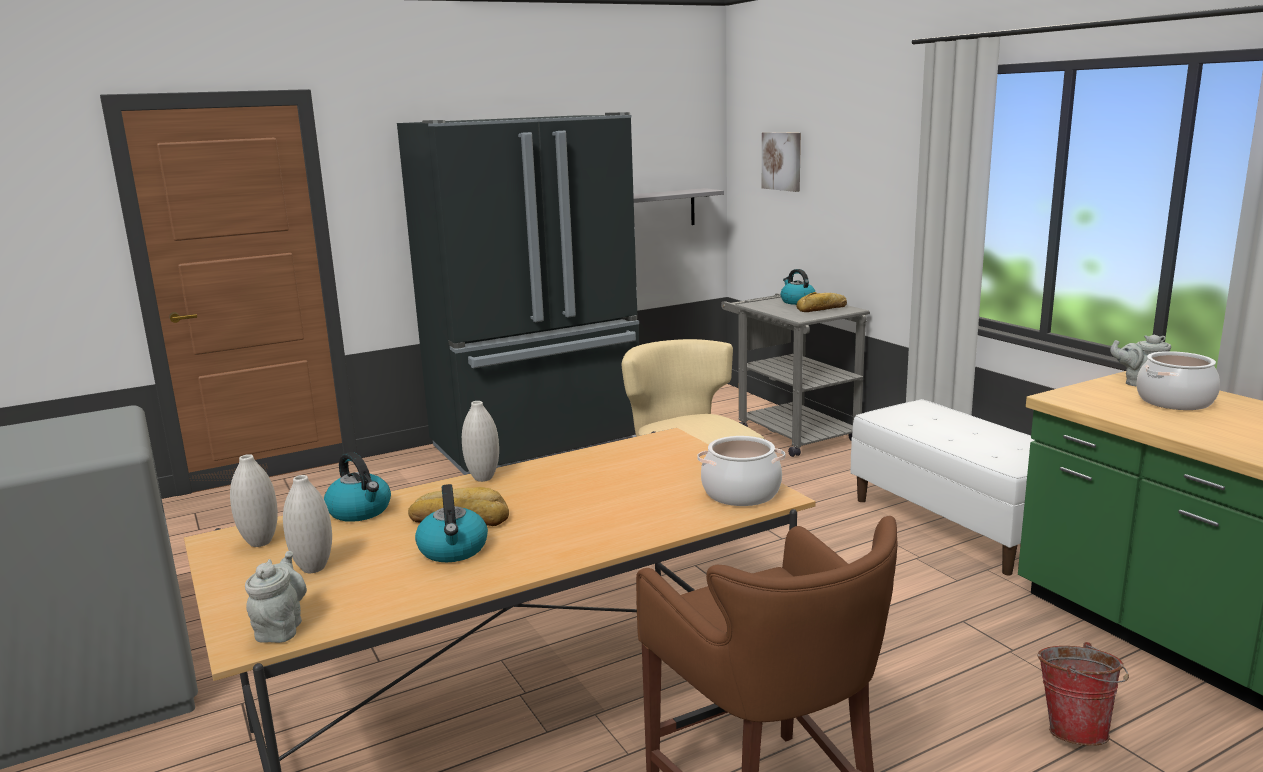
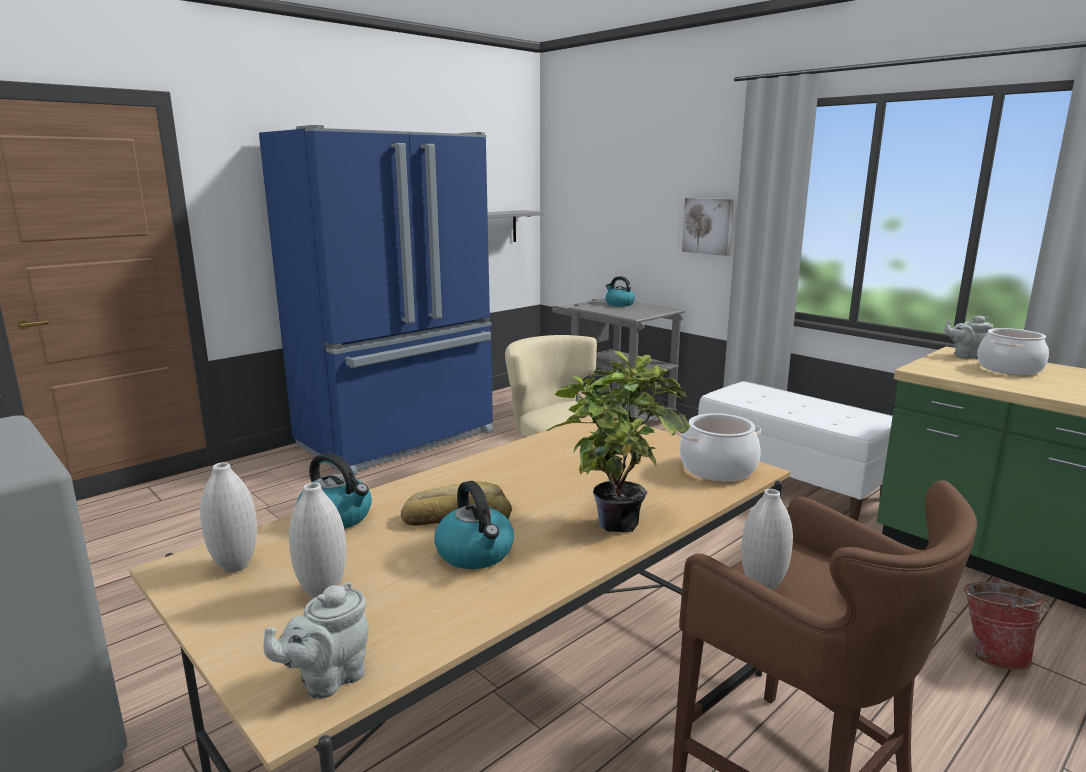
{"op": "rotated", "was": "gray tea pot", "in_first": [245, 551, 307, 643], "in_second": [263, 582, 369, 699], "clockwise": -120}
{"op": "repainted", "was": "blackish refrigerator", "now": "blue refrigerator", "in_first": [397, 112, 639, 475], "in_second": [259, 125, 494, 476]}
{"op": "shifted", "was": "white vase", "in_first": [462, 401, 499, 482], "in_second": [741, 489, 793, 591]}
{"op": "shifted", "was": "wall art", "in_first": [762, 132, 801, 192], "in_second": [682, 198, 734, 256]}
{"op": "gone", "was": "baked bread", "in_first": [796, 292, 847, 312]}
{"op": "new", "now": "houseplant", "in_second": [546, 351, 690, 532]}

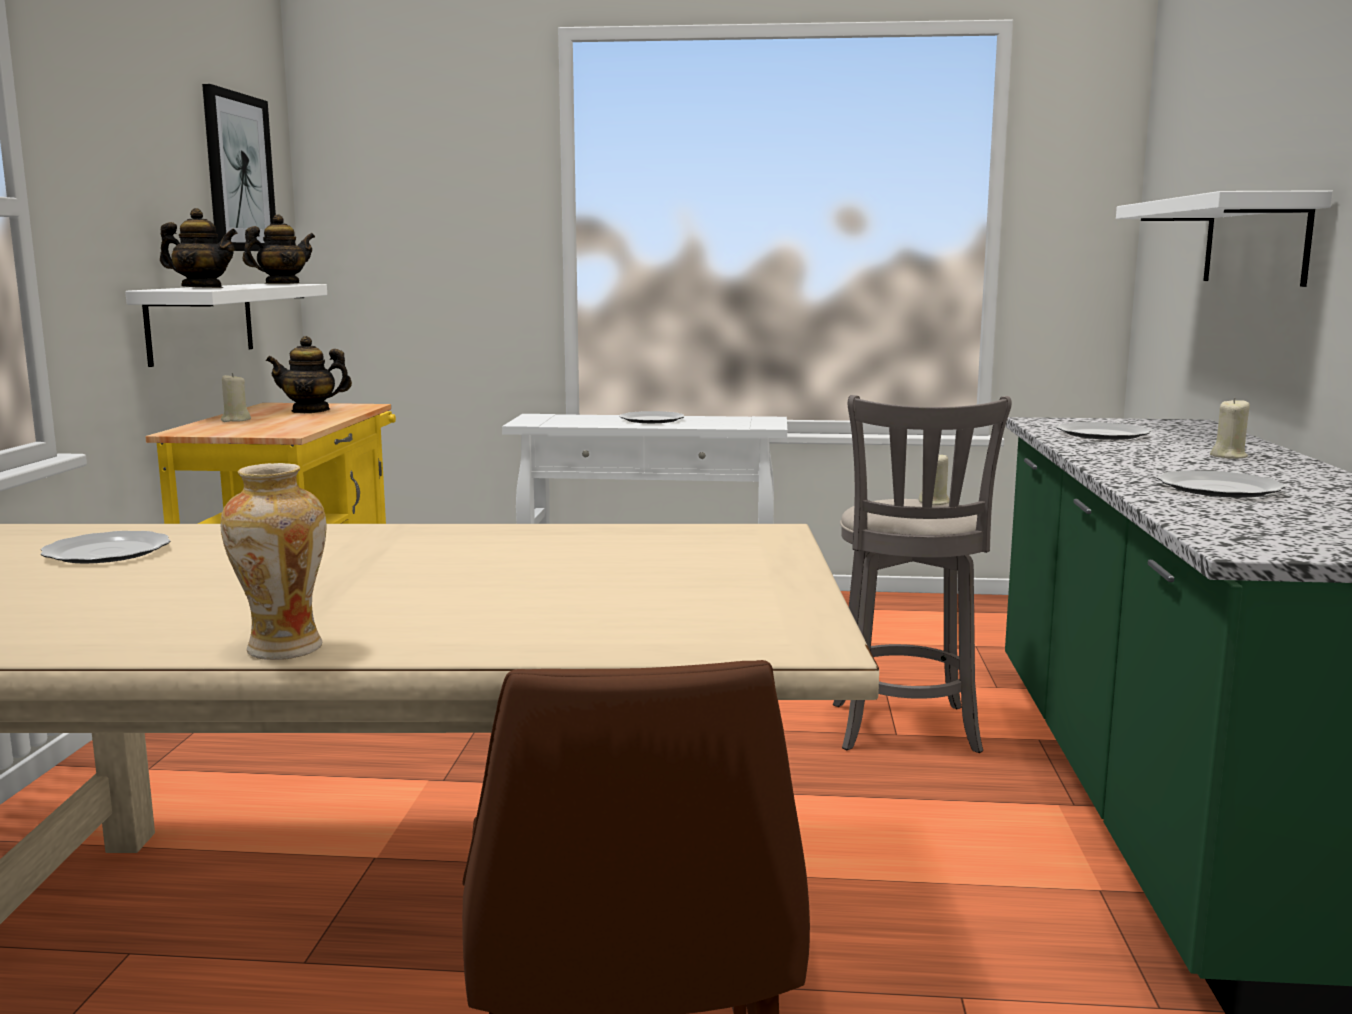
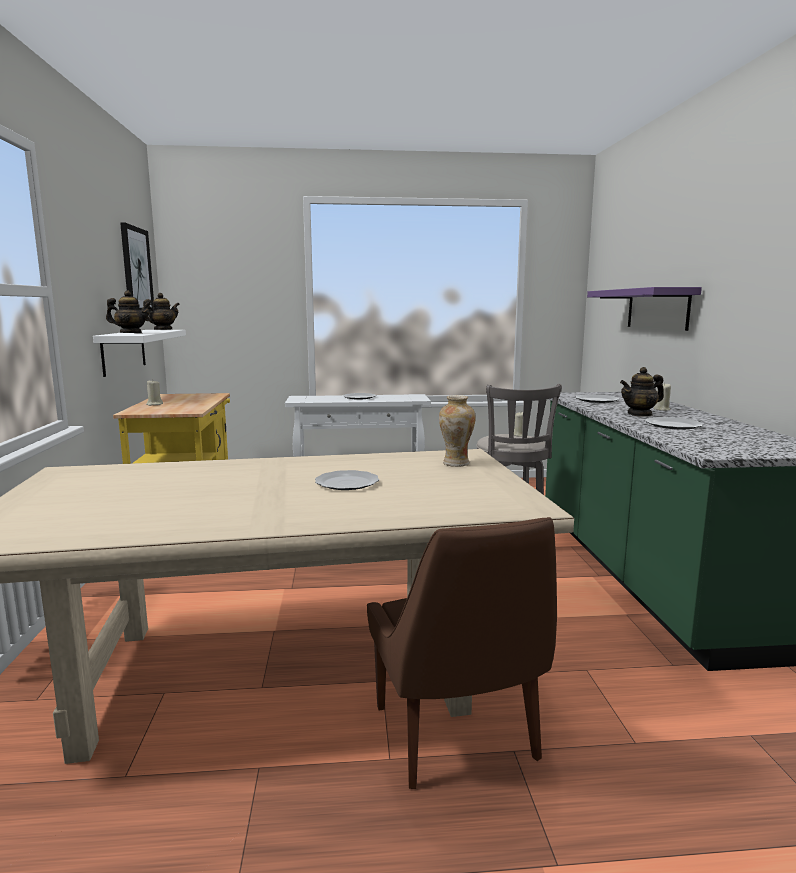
{"op": "shifted", "was": "flat dish", "in_first": [41, 531, 171, 564], "in_second": [315, 470, 379, 490]}
{"op": "shifted", "was": "vase", "in_first": [221, 463, 327, 660], "in_second": [439, 395, 476, 467]}
{"op": "shifted", "was": "tea pot", "in_first": [266, 336, 352, 413], "in_second": [620, 367, 664, 417]}
{"op": "repainted", "was": "white shelf", "now": "purple shelf", "in_first": [1116, 190, 1333, 287], "in_second": [587, 287, 702, 331]}

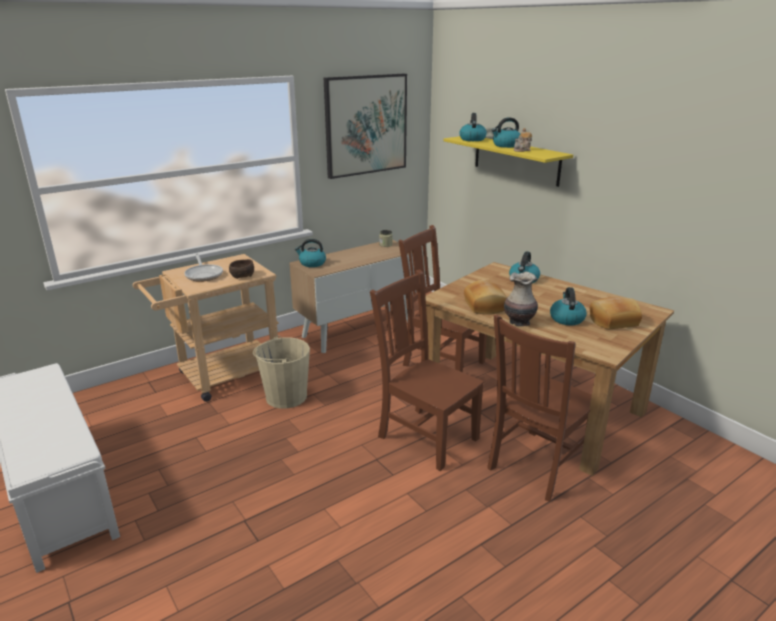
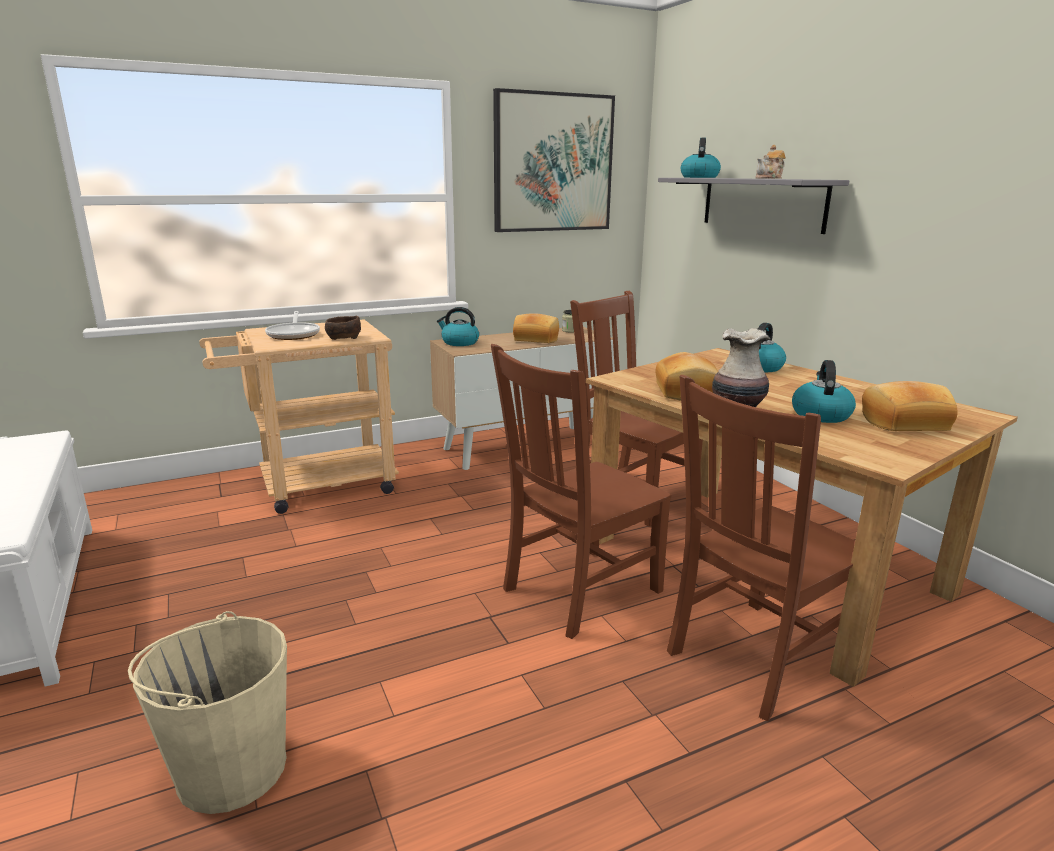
{"op": "shifted", "was": "beige pail", "in_first": [253, 336, 310, 409], "in_second": [128, 611, 287, 814]}
{"op": "rotated", "was": "brown-coloured plain chair", "in_first": [370, 269, 484, 471], "in_second": [491, 344, 671, 639], "clockwise": -90}
{"op": "repainted", "was": "yellow-coloured shelf", "now": "gray shelf", "in_first": [444, 136, 573, 187], "in_second": [658, 178, 849, 234]}
{"op": "gone", "was": "water kettle", "in_first": [492, 117, 520, 148]}
{"op": "new", "now": "baked bread", "in_second": [513, 313, 559, 343]}

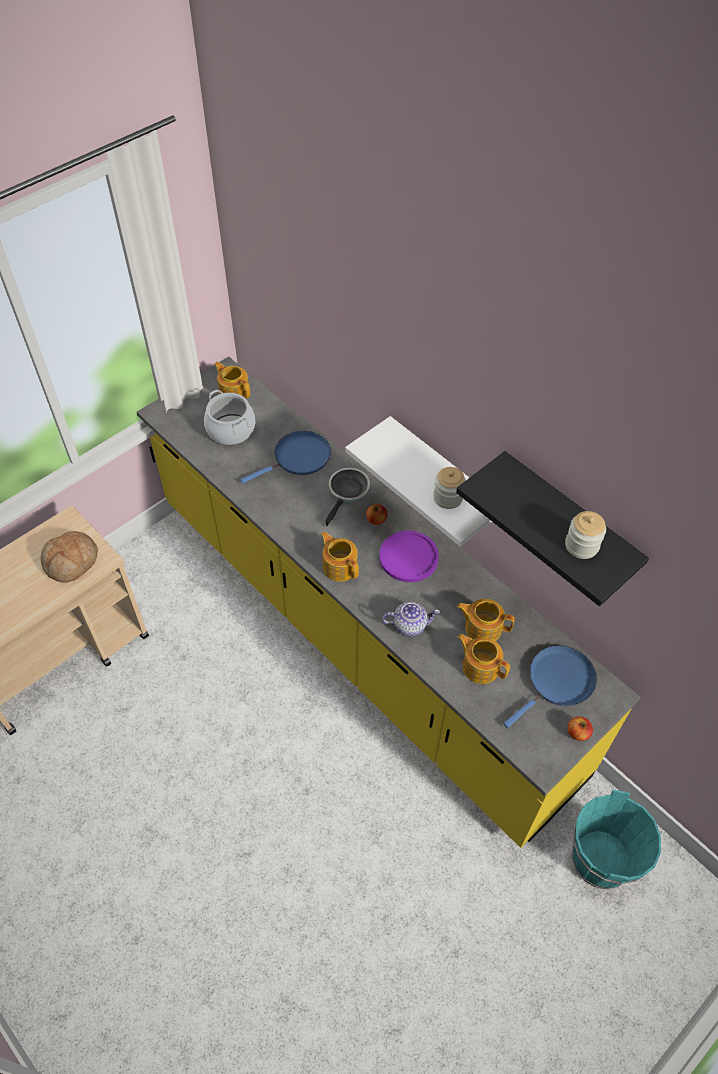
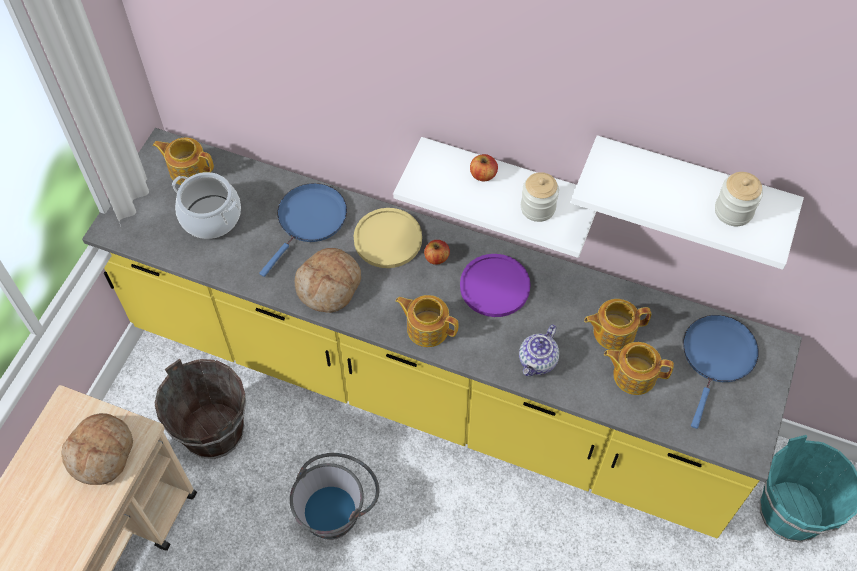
{"op": "swapped", "was": "skillet", "now": "yellow-coloured flat dish", "in_first": [325, 468, 370, 526], "in_second": [354, 208, 422, 268]}
{"op": "rotated", "was": "tea pot", "in_first": [382, 602, 440, 636], "in_second": [519, 324, 559, 376], "clockwise": 150}
{"op": "repainted", "was": "blackish shelf", "now": "white shelf", "in_first": [456, 451, 649, 606], "in_second": [571, 135, 804, 270]}
{"op": "shifted", "was": "whole apple", "in_first": [568, 717, 593, 741], "in_second": [470, 154, 498, 181]}
{"op": "new", "now": "brown-coloured pail", "in_second": [154, 359, 247, 459]}
{"op": "new", "now": "gray pail", "in_second": [290, 453, 379, 540]}
{"op": "new", "now": "baked bread", "in_second": [295, 248, 361, 313]}

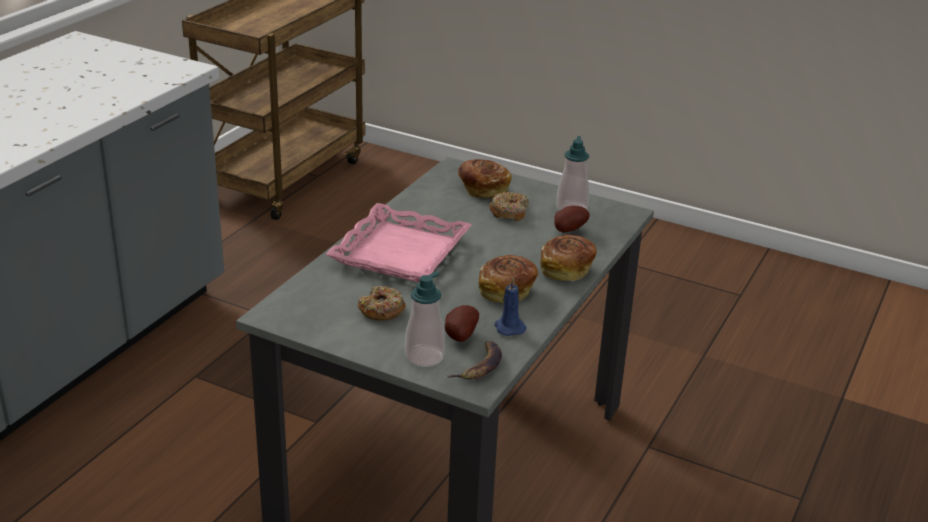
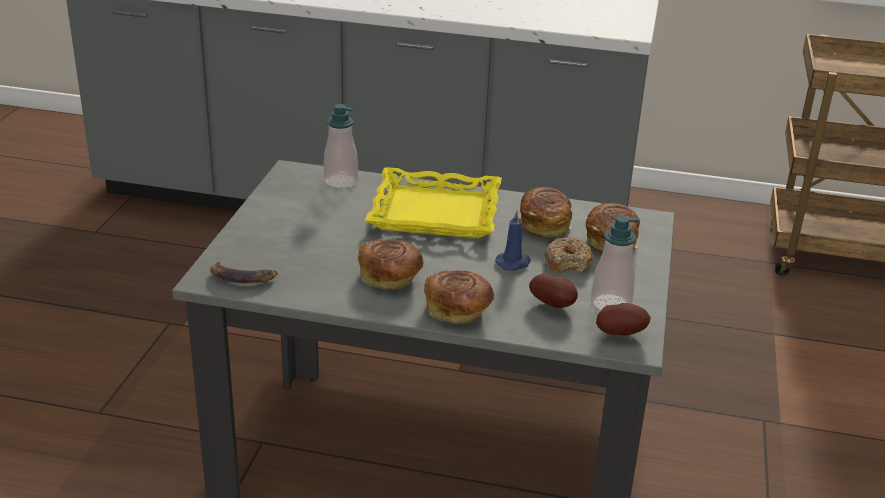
{"op": "repainted", "was": "pink tray", "now": "yellow-coloured tray", "in_first": [326, 203, 472, 282], "in_second": [365, 167, 502, 238]}
{"op": "gone", "was": "donut", "in_first": [358, 286, 406, 321]}
{"op": "shifted", "was": "soap bottle", "in_first": [405, 272, 445, 367], "in_second": [324, 104, 358, 188]}
{"op": "shifted", "was": "whole potato", "in_first": [445, 305, 479, 342], "in_second": [596, 303, 651, 335]}
{"op": "shifted", "was": "blue candle", "in_first": [495, 277, 527, 336], "in_second": [495, 210, 531, 271]}
{"op": "new", "now": "baked bread", "in_second": [520, 187, 572, 238]}

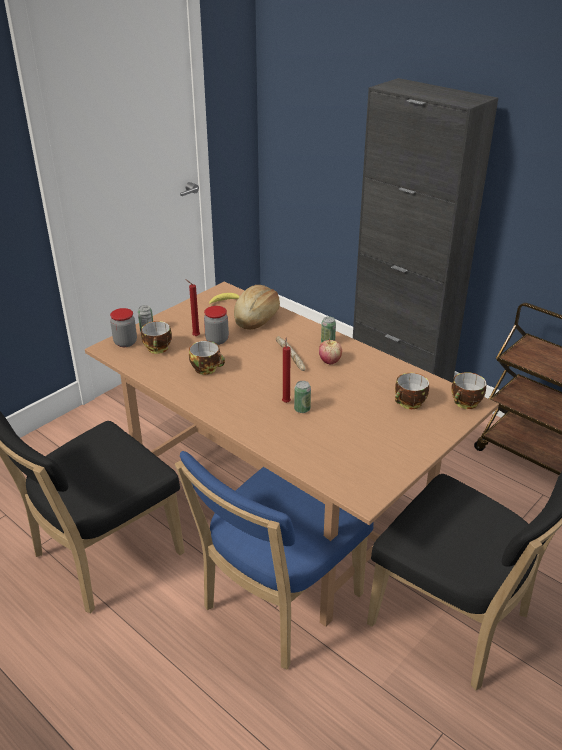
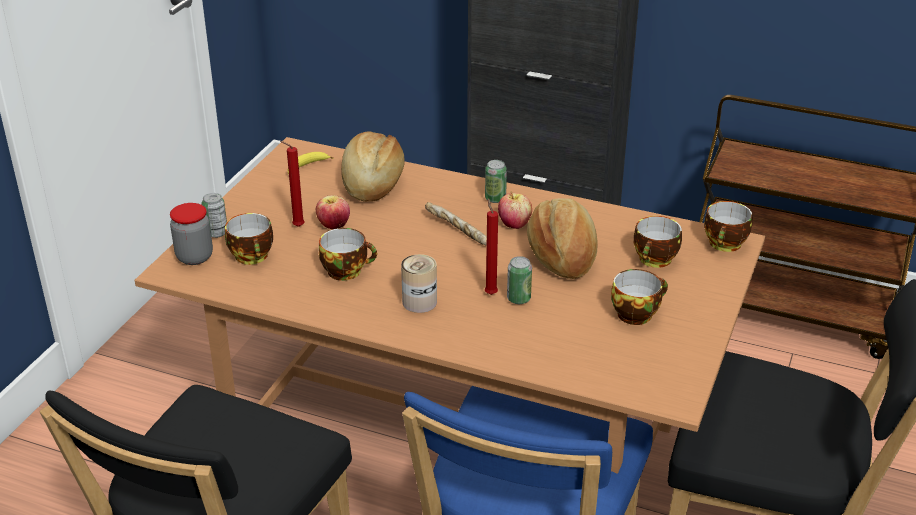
{"op": "swapped", "was": "jar", "now": "whole apple", "in_first": [204, 306, 229, 345], "in_second": [316, 195, 350, 229]}
{"op": "new", "now": "sealed can", "in_second": [401, 254, 437, 313]}
{"op": "new", "now": "baked bread", "in_second": [527, 198, 597, 279]}
{"op": "new", "now": "cup", "in_second": [611, 269, 668, 325]}

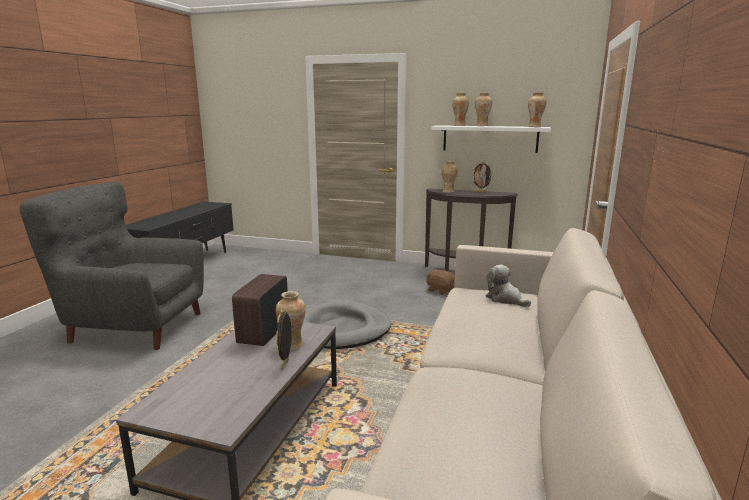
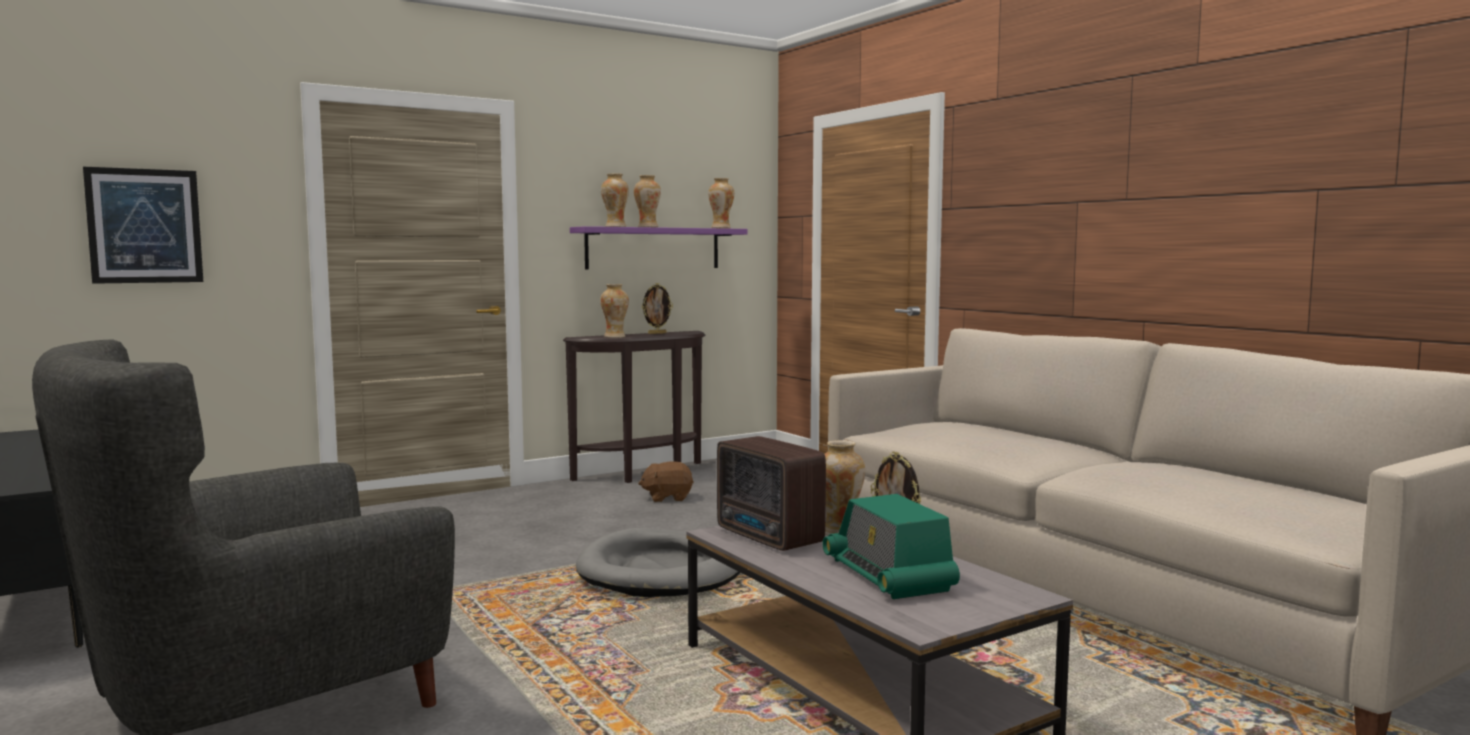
{"op": "repainted", "was": "white shelf", "now": "purple shelf", "in_first": [431, 125, 551, 153], "in_second": [570, 226, 748, 270]}
{"op": "gone", "was": "soft toy", "in_first": [485, 265, 531, 307]}
{"op": "new", "now": "wall art", "in_second": [83, 167, 203, 284]}
{"op": "new", "now": "radio", "in_second": [822, 494, 960, 599]}

